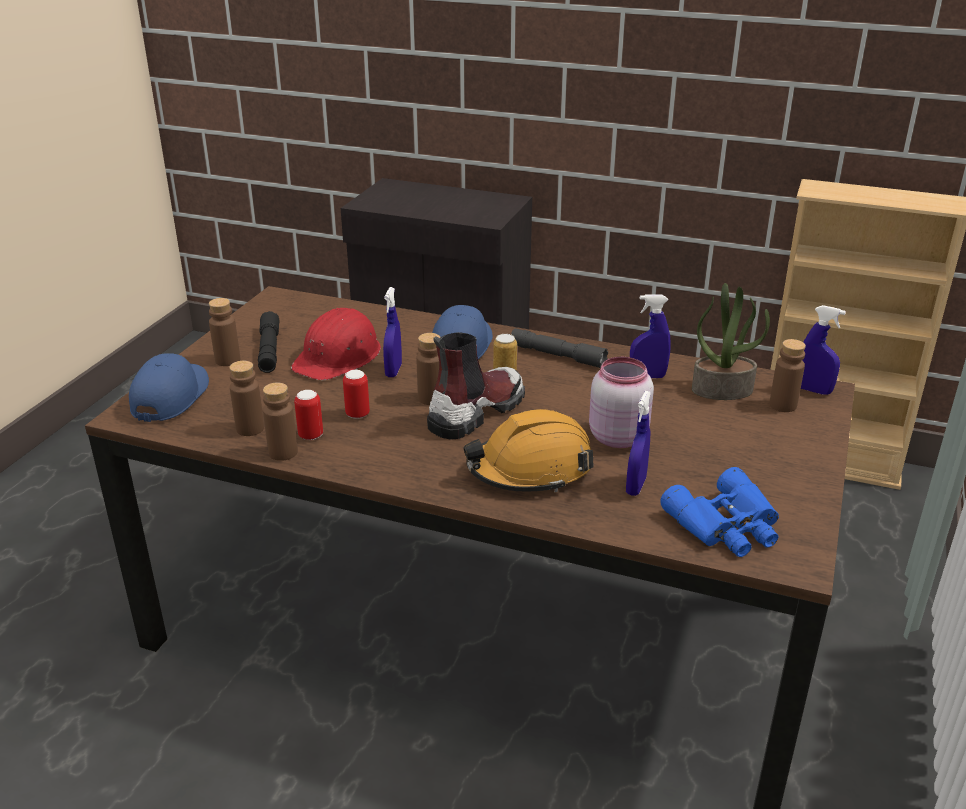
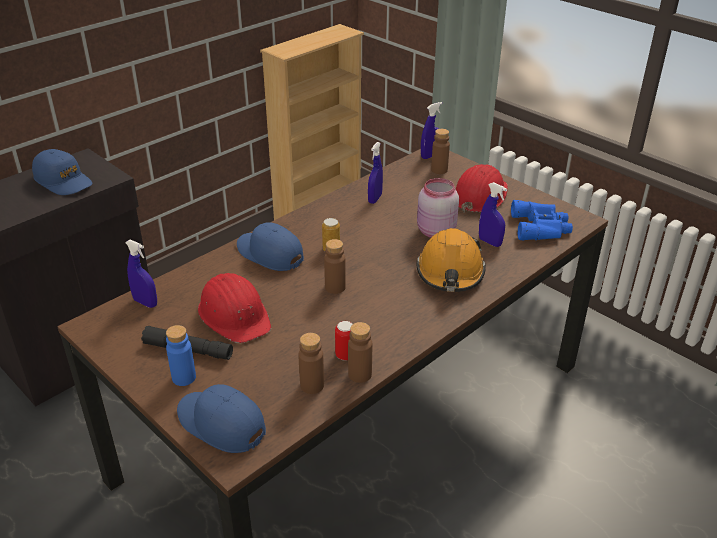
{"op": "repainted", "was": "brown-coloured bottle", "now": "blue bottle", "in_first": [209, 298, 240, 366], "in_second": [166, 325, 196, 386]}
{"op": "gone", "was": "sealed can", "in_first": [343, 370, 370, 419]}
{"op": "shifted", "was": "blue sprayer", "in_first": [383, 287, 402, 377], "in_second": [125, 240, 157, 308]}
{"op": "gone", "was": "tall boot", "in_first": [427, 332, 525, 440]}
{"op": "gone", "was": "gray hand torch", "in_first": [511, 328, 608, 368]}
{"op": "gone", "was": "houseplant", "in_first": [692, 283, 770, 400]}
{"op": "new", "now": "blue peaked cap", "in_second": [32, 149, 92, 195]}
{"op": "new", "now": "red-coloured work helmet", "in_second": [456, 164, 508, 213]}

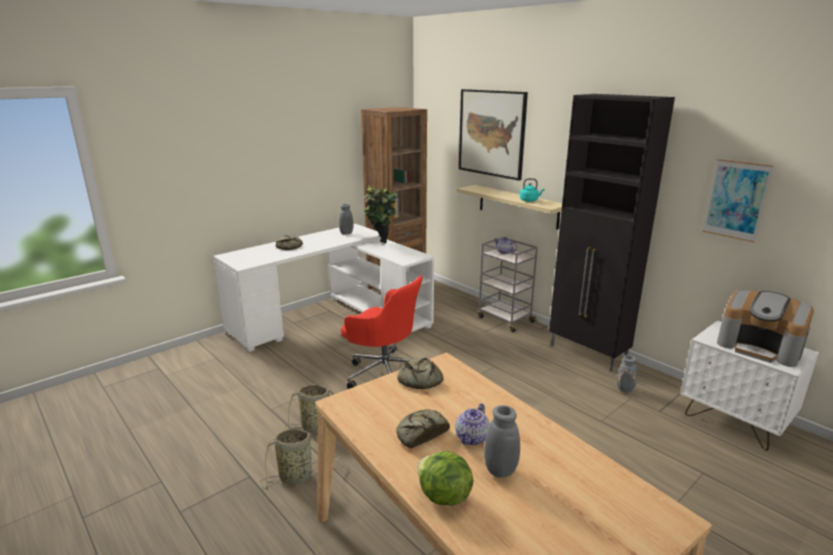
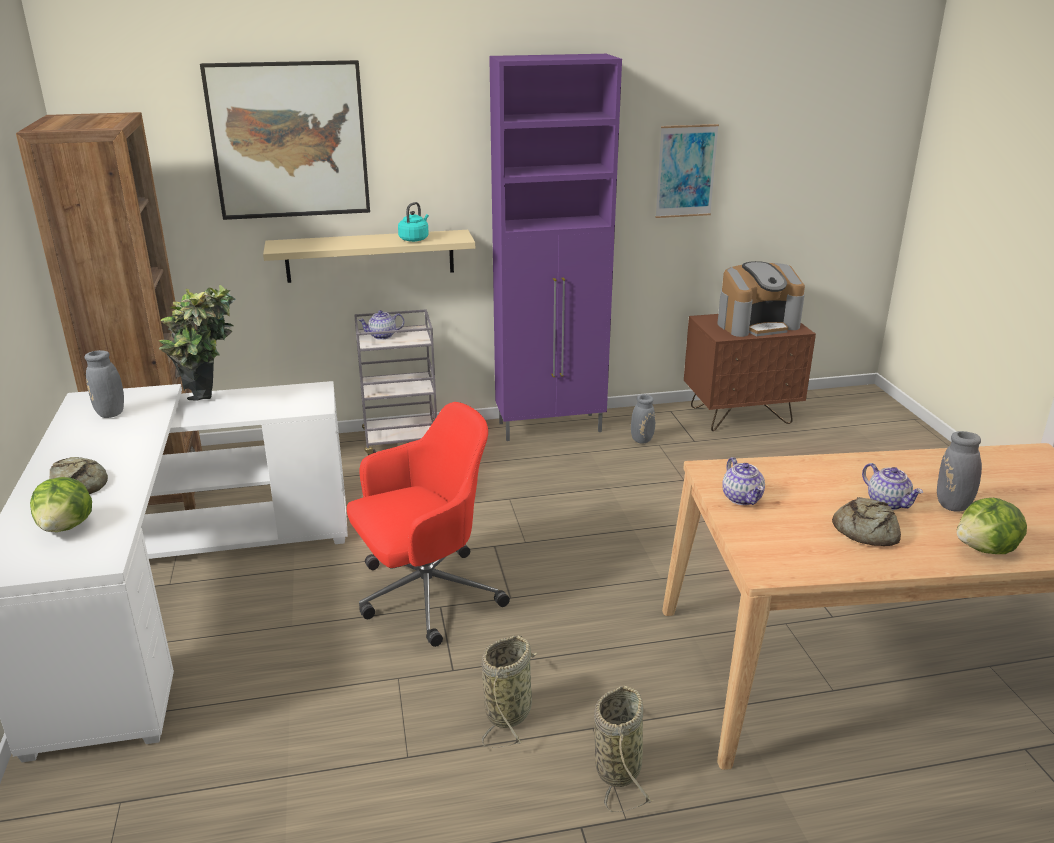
{"op": "swapped", "was": "baked bread", "now": "tea pot", "in_first": [397, 358, 444, 389], "in_second": [722, 457, 765, 505]}
{"op": "repainted", "was": "blackish cupboard", "now": "purple cupboard", "in_first": [549, 94, 675, 372], "in_second": [489, 54, 622, 441]}
{"op": "repainted", "was": "white nightstand", "now": "brown-coloured nightstand", "in_first": [680, 320, 819, 451], "in_second": [684, 314, 816, 431]}
{"op": "new", "now": "head of lettuce", "in_second": [30, 477, 92, 532]}

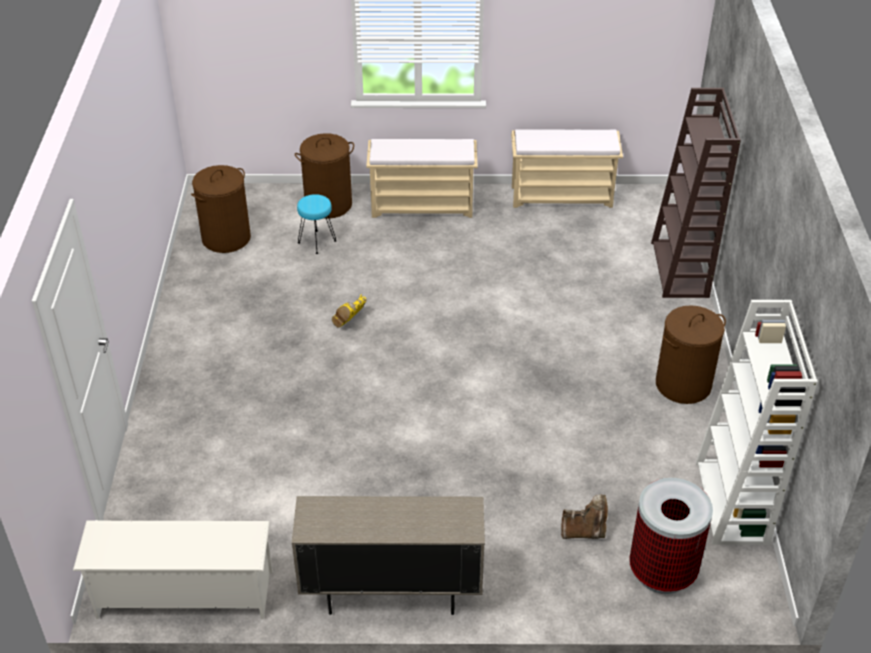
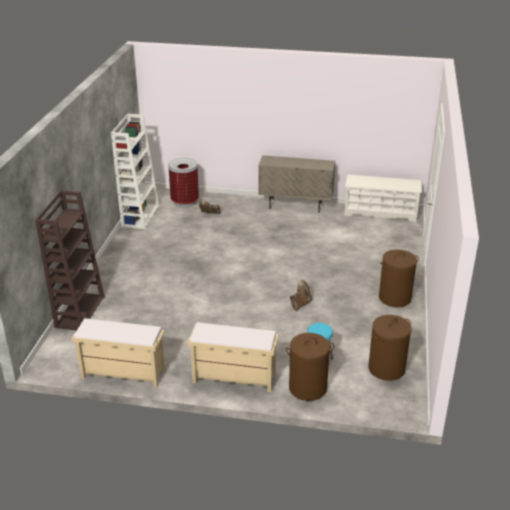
{"op": "repainted", "was": "yellow-coloured tall boot", "now": "brown-coloured tall boot", "in_first": [332, 294, 367, 328], "in_second": [290, 280, 312, 311]}
{"op": "shifted", "was": "brown-coloured hamper", "in_first": [656, 305, 726, 404], "in_second": [379, 250, 419, 307]}

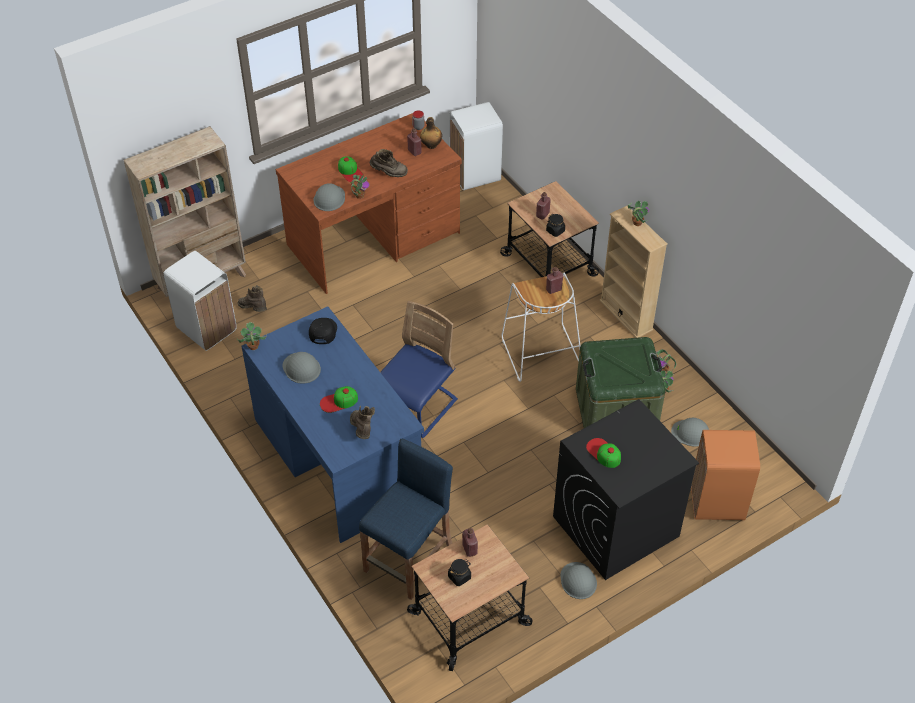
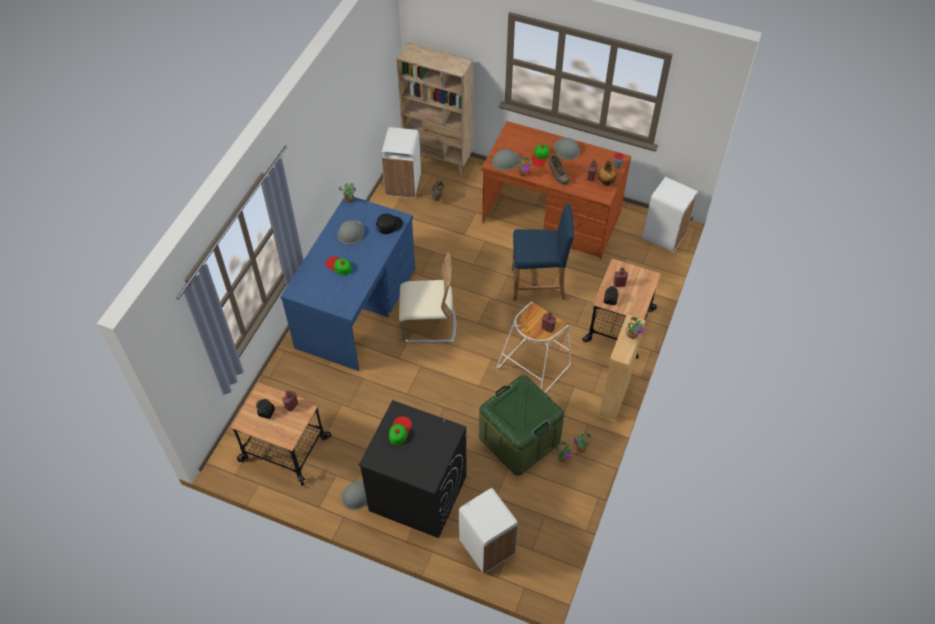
{"op": "gone", "was": "brown-coloured tall boot", "in_first": [350, 405, 375, 439]}
{"op": "shifted", "was": "blue stool", "in_first": [359, 439, 453, 600], "in_second": [512, 203, 574, 301]}
{"op": "repainted", "was": "blue plain chair", "now": "beige plain chair", "in_first": [380, 301, 458, 438], "in_second": [399, 251, 456, 343]}
{"op": "shifted", "was": "gray work helmet", "in_first": [671, 418, 709, 447], "in_second": [554, 138, 580, 160]}
{"op": "repainted", "was": "orange-coloured trash can", "now": "white trash can", "in_first": [691, 430, 760, 520], "in_second": [459, 488, 519, 574]}

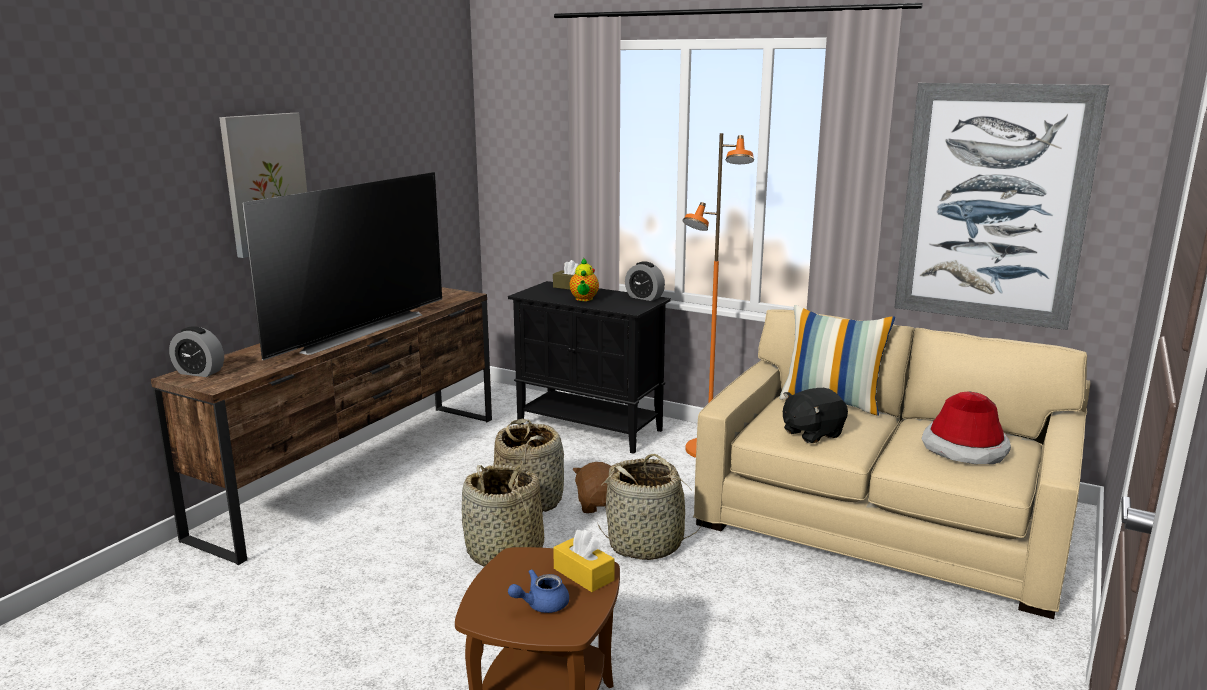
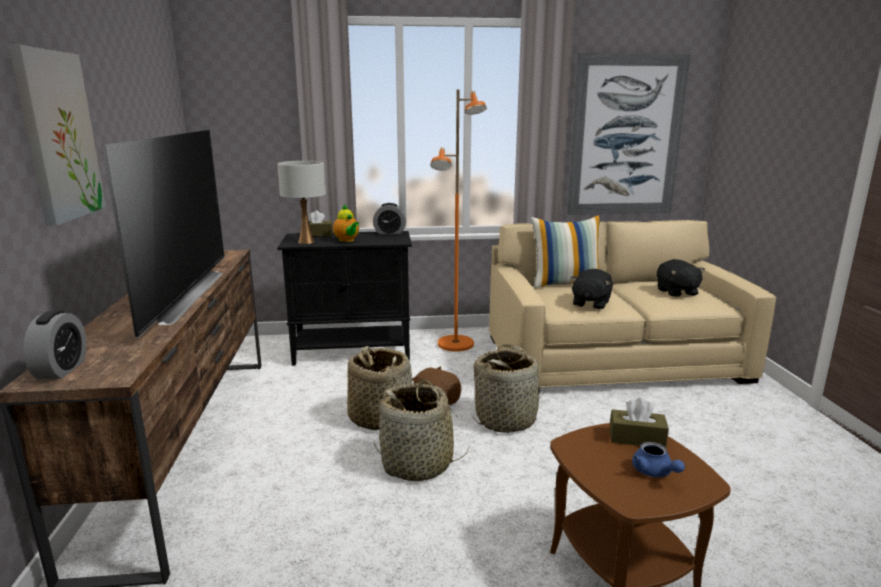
{"op": "rotated", "was": "bedside clock", "in_first": [169, 326, 224, 377], "in_second": [23, 311, 87, 379], "clockwise": -75}
{"op": "rotated", "was": "blue tea pot", "in_first": [508, 569, 569, 613], "in_second": [632, 442, 685, 477], "clockwise": -45}
{"op": "repainted", "was": "yellow-coloured tissue box", "now": "brown-coloured tissue box", "in_first": [553, 529, 614, 592], "in_second": [610, 398, 669, 448]}
{"op": "swapped", "was": "hat", "now": "blackish soft toy", "in_first": [921, 391, 1011, 464], "in_second": [657, 259, 705, 297]}
{"op": "new", "now": "white table lamp", "in_second": [277, 161, 326, 244]}

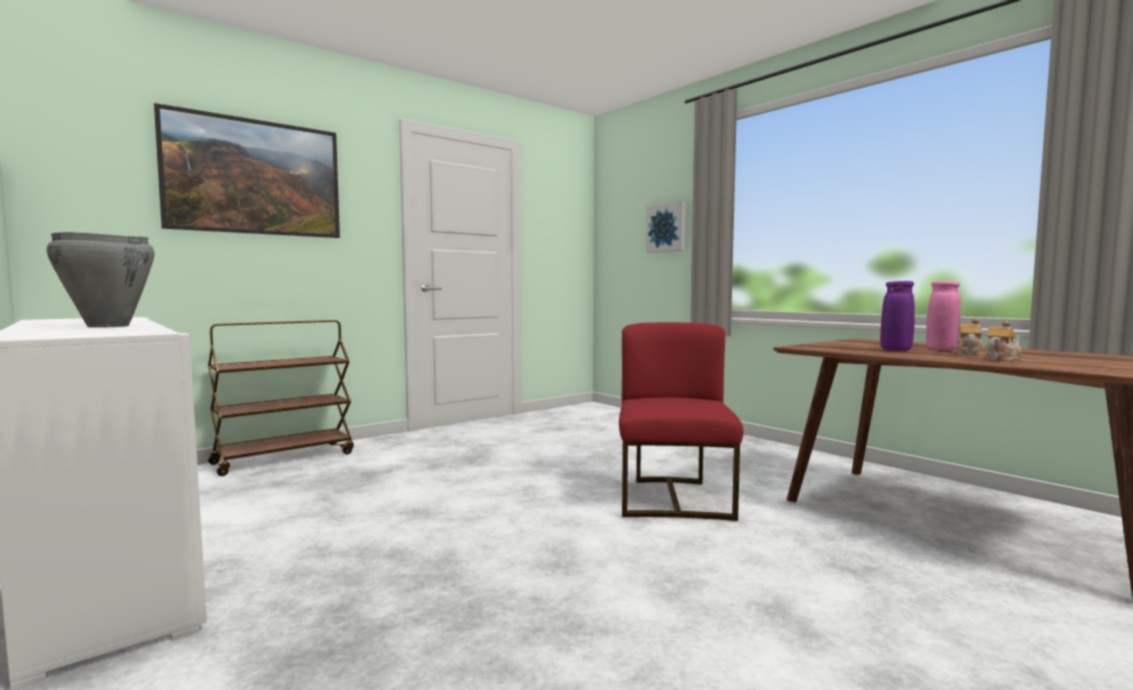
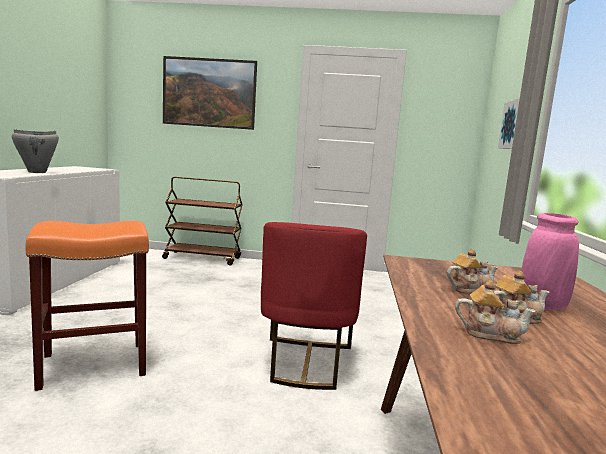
{"op": "rotated", "was": "red-coloured plain chair", "in_first": [619, 322, 743, 521], "in_second": [261, 222, 367, 390], "clockwise": 135}
{"op": "swapped", "was": "purple vase", "now": "tea pot", "in_first": [880, 281, 915, 351], "in_second": [447, 249, 498, 294]}
{"op": "new", "now": "orange-coloured stool", "in_second": [25, 221, 149, 391]}

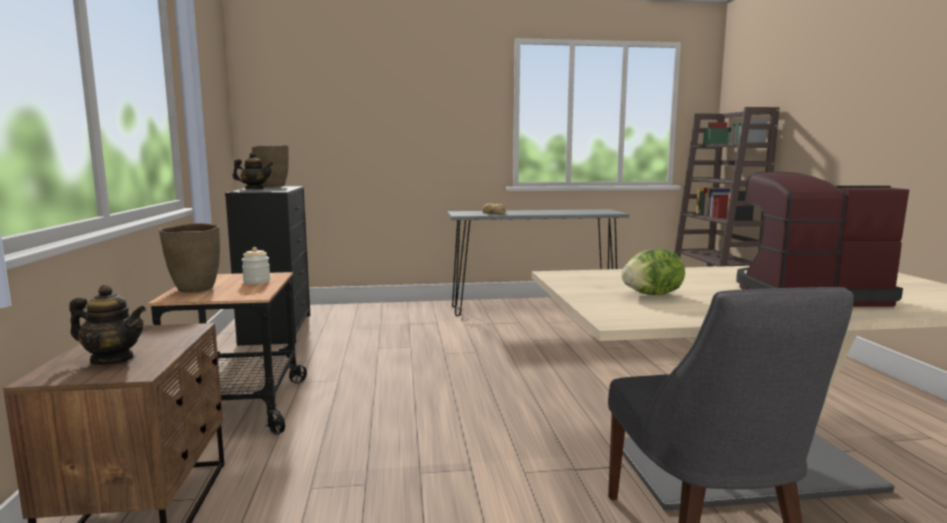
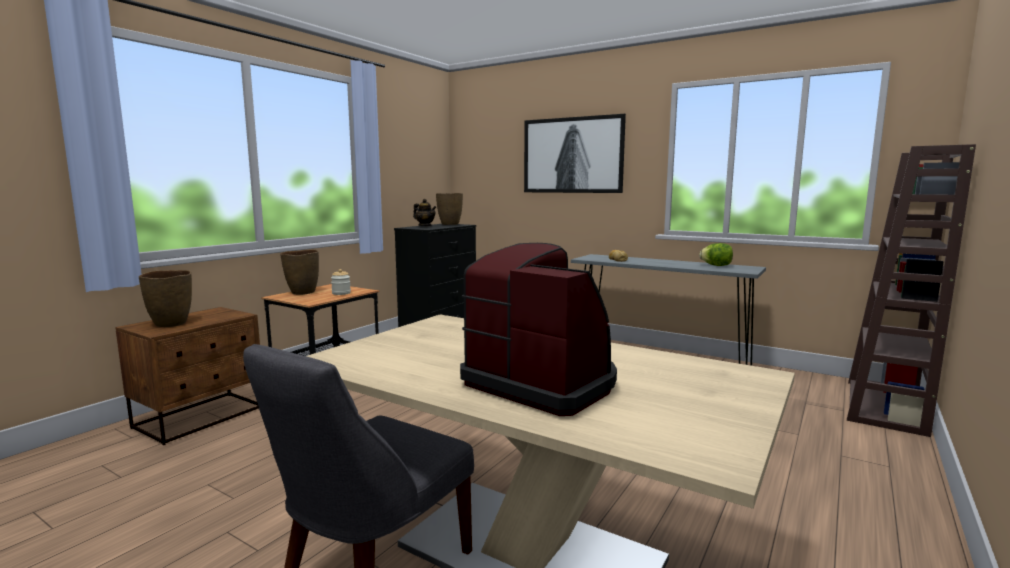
{"op": "swapped", "was": "tea pot", "now": "brown-coloured vase", "in_first": [69, 285, 146, 365], "in_second": [139, 270, 192, 327]}
{"op": "shifted", "was": "head of lettuce", "in_first": [621, 249, 685, 295], "in_second": [699, 243, 733, 266]}
{"op": "new", "now": "wall art", "in_second": [524, 114, 626, 193]}

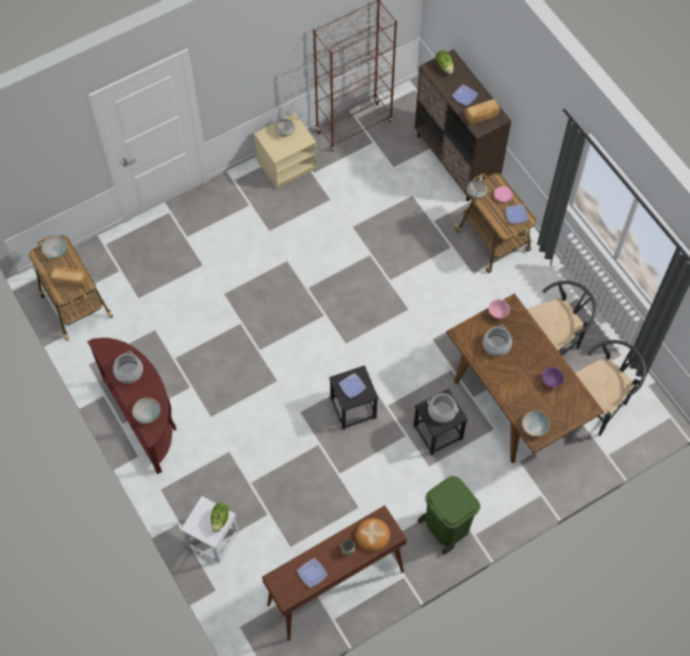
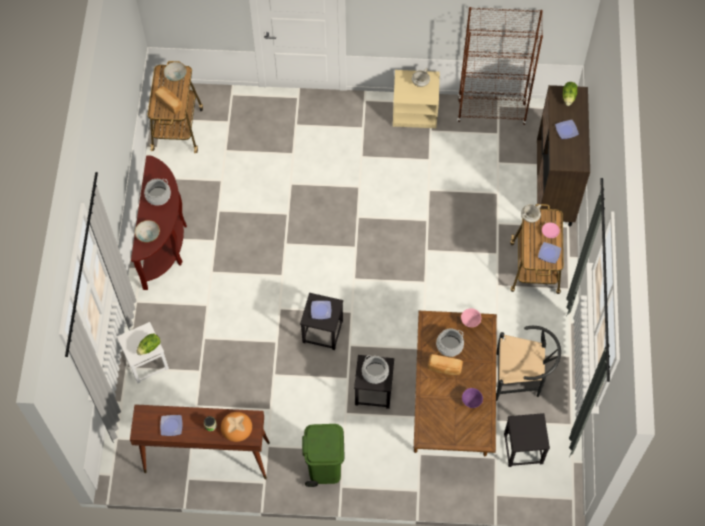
{"op": "shifted", "was": "baked bread", "in_first": [465, 99, 500, 124], "in_second": [428, 354, 463, 375]}
{"op": "gone", "was": "deep dish", "in_first": [522, 411, 550, 437]}
{"op": "swapped", "was": "blackish plain chair", "now": "blackish stool", "in_first": [575, 340, 646, 436], "in_second": [504, 413, 550, 467]}

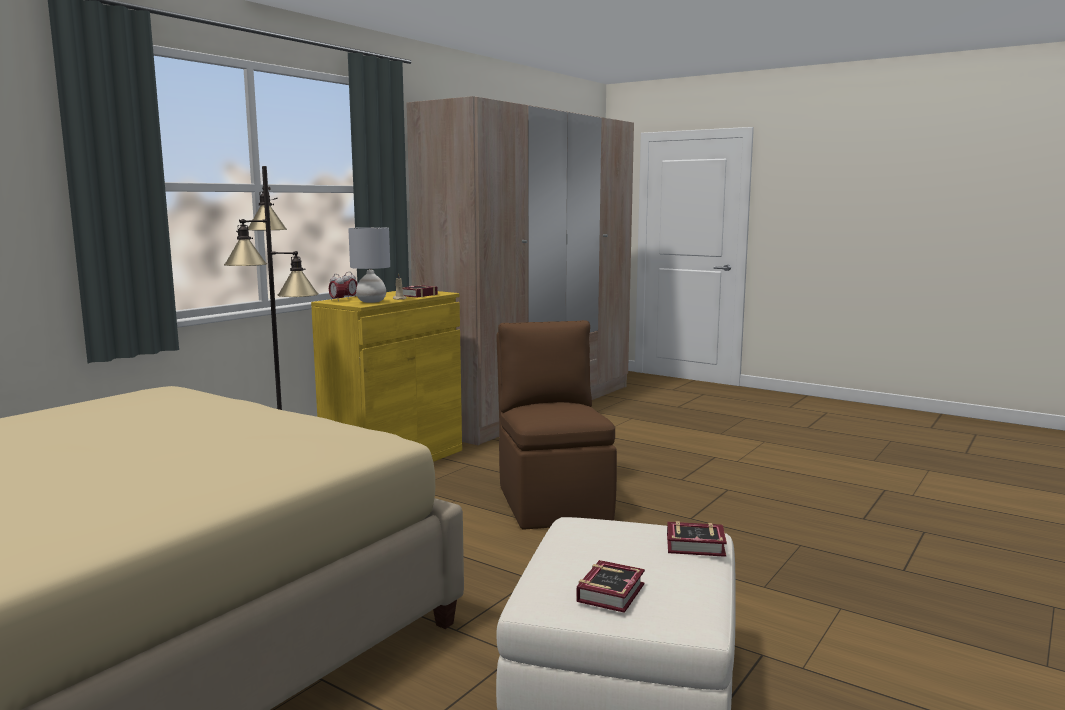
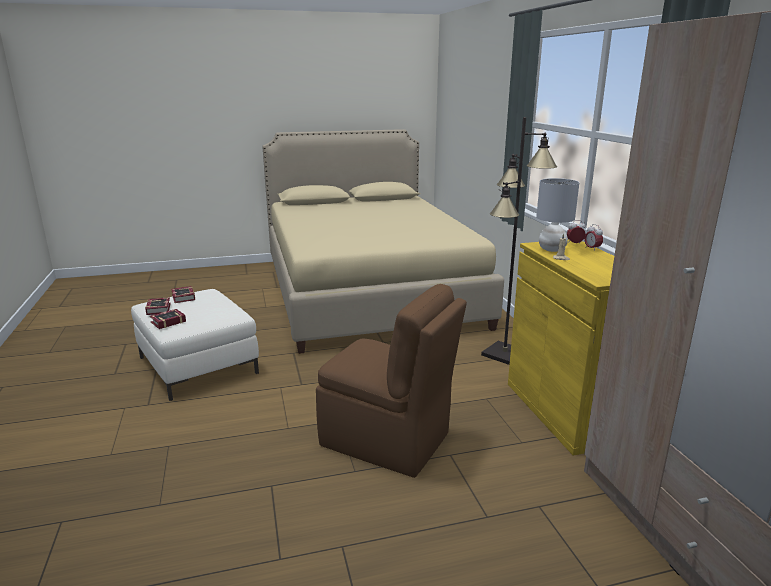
{"op": "shifted", "was": "book", "in_first": [402, 285, 438, 298], "in_second": [145, 297, 171, 315]}

